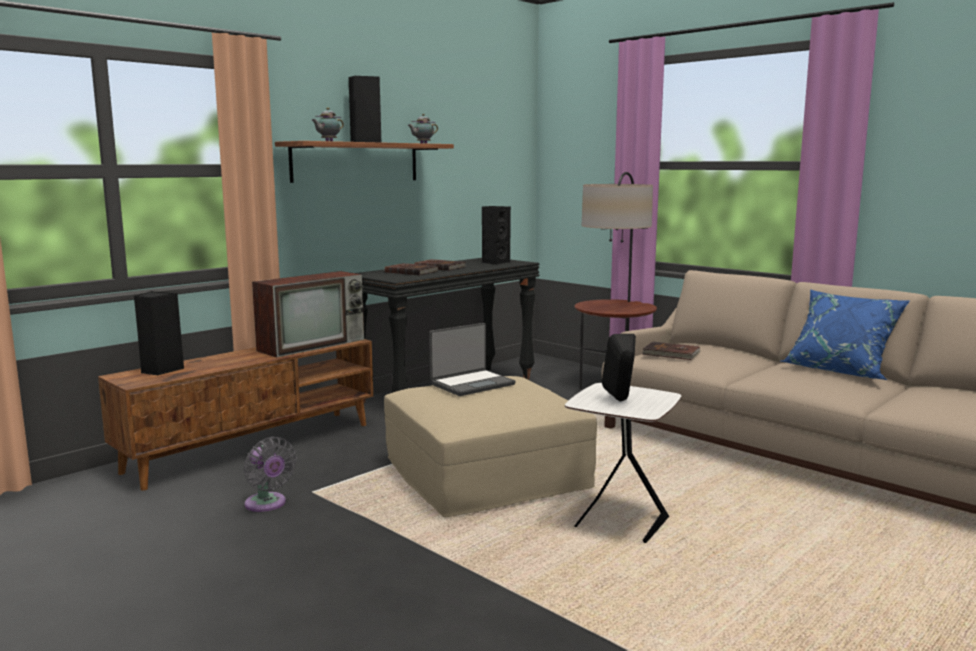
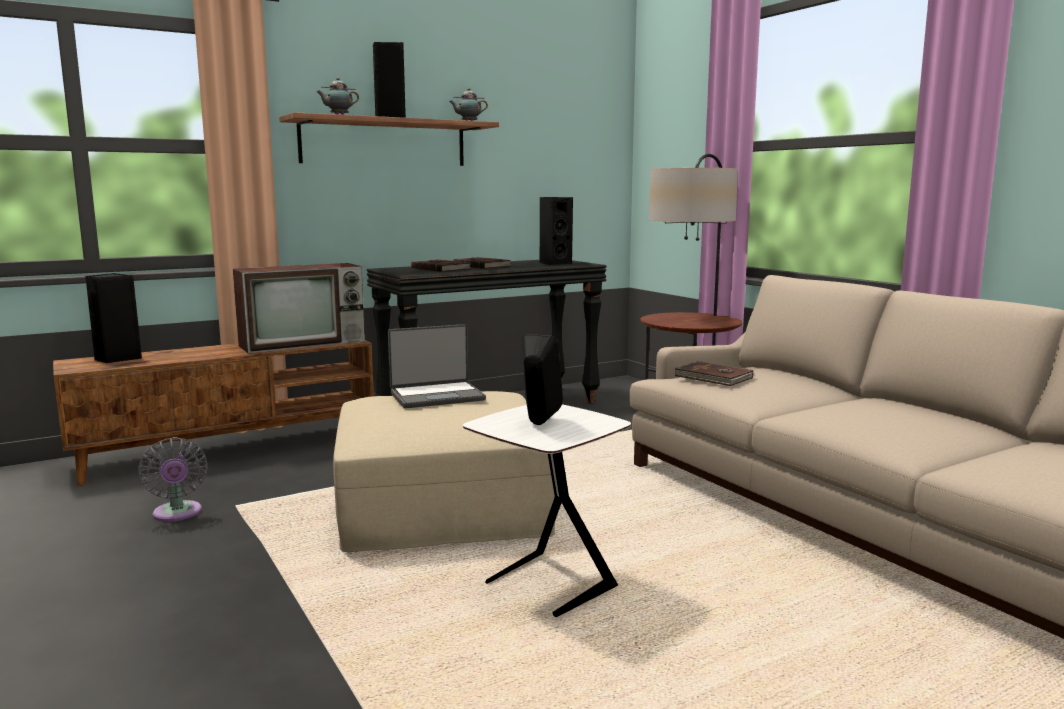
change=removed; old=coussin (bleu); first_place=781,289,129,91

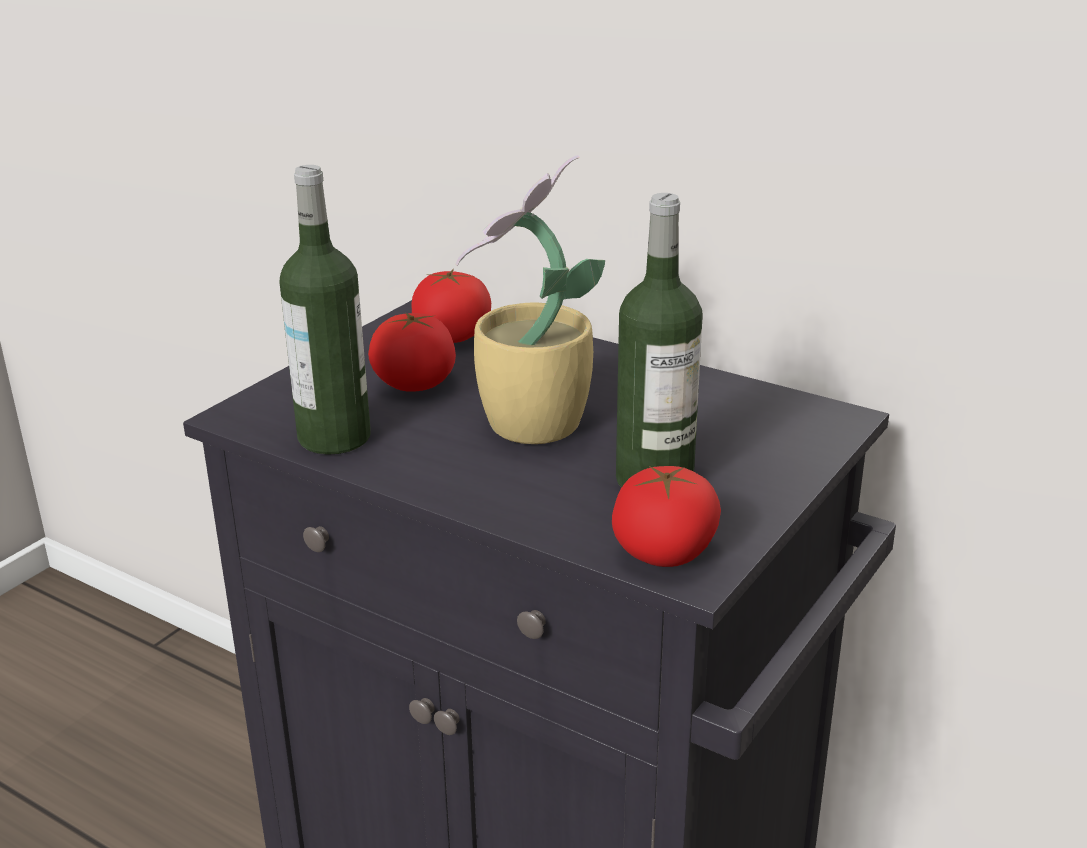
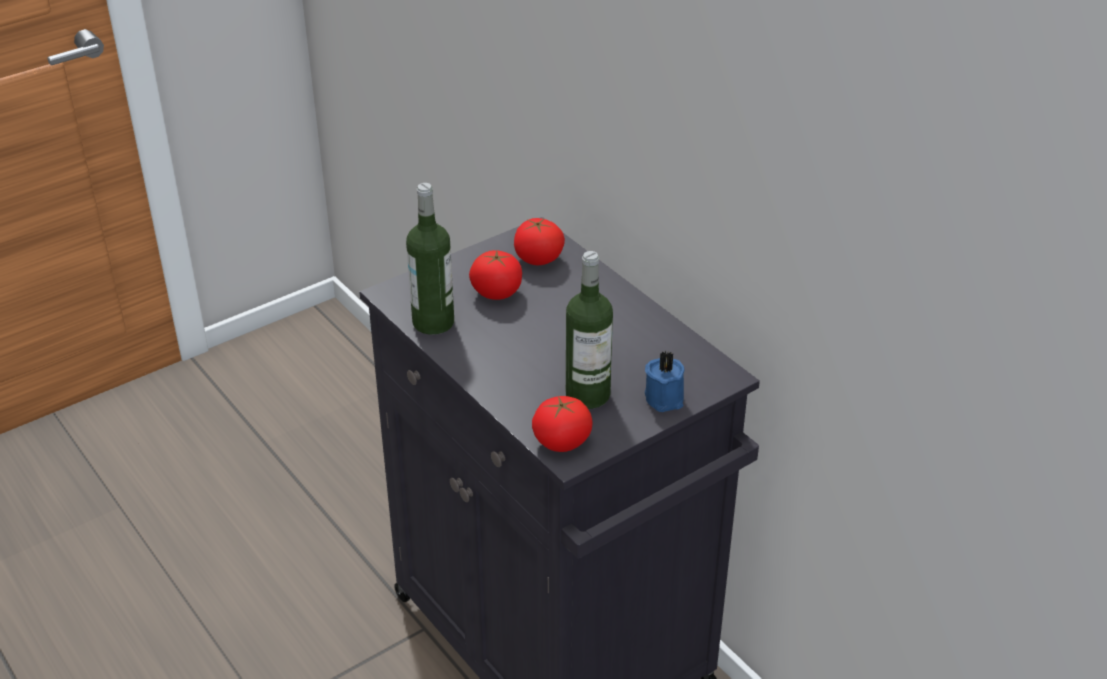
change=removed; old=plante en pot; first_place=455,155,150,289
change=added; new=bougie (bleu); second_place=645,350,39,62

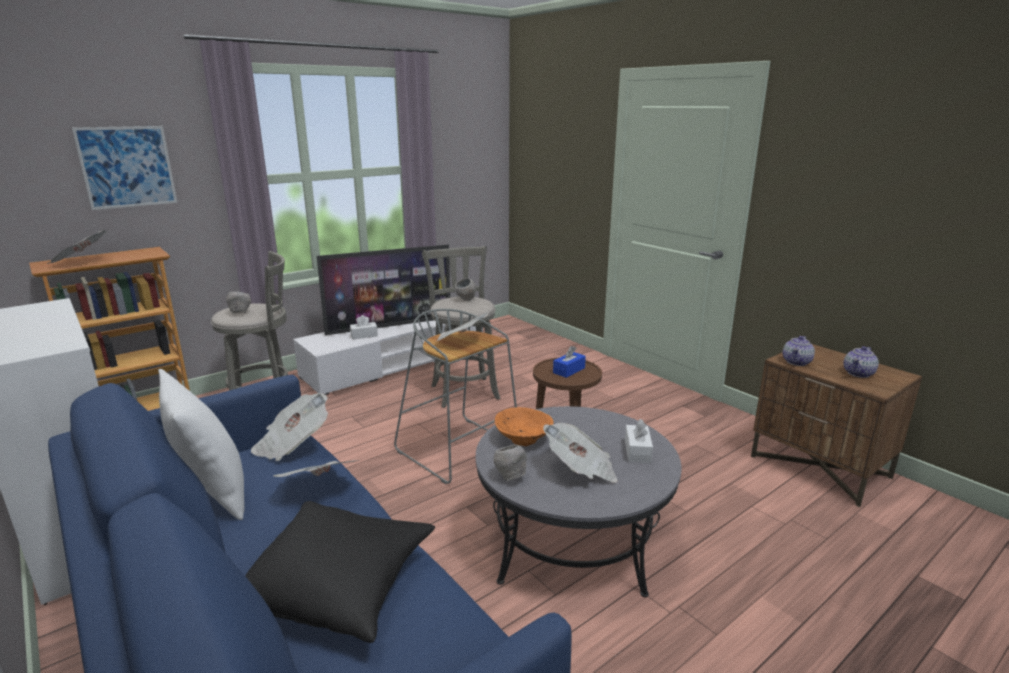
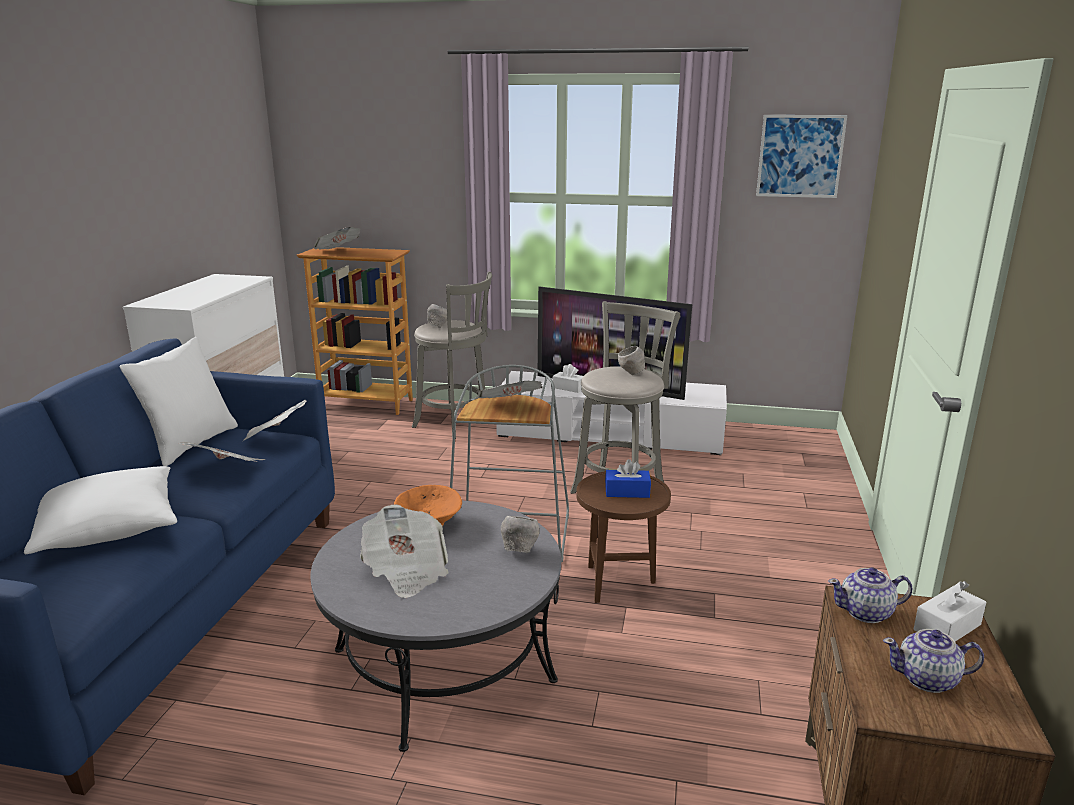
change=moved; old=tableau; first_place=72,126,105,84; second_place=756,115,91,83
change=moved; old=bol (gris); first_place=494,445,33,36; second_place=501,516,39,38
change=moved; old=boîte à mouchoirs (blanc); first_place=625,419,28,44; second_place=914,581,72,61
change=recoloured; old=coussin (noir); new=coussin (blanc); first_place=245,501,190,142; second_place=24,466,153,88

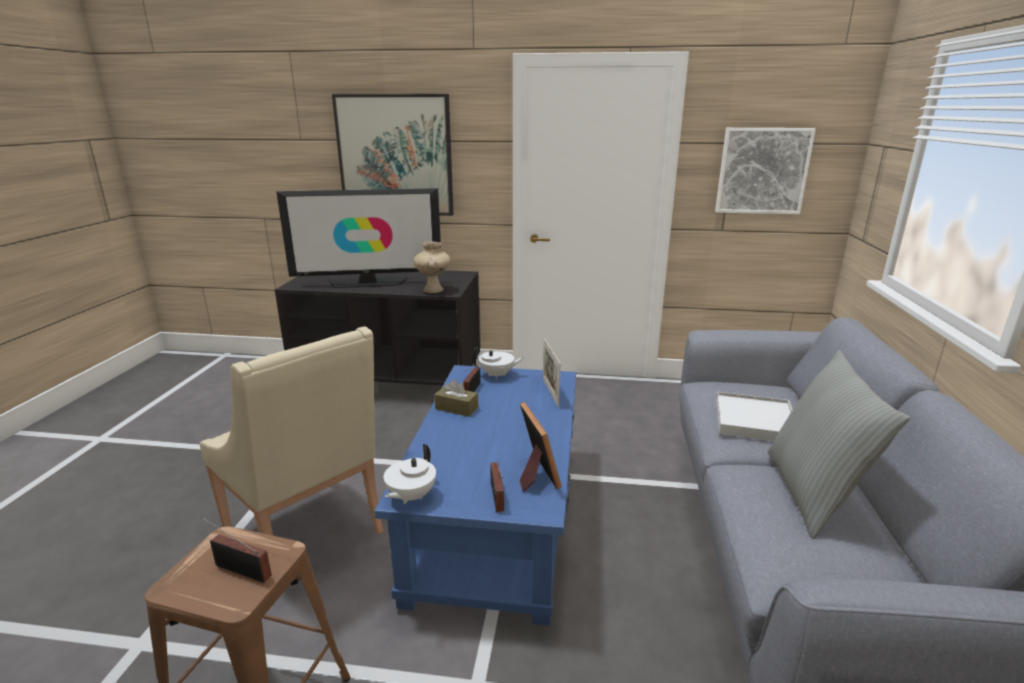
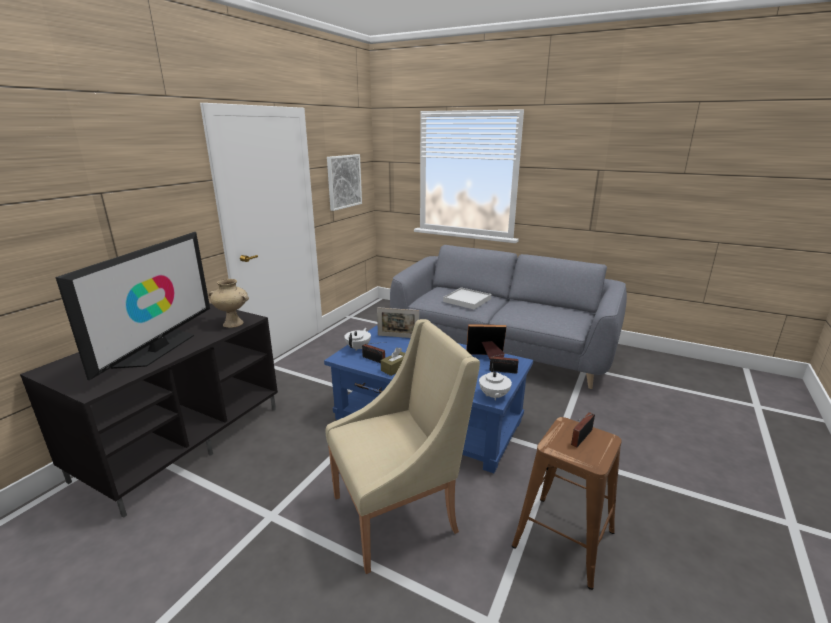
change=removed; old=tableau; first_place=332,94,121,122
change=removed; old=coussin (gris); first_place=768,350,142,189
change=turned; old=théière (blanc); first_place=384,444,52,60; second_place=479,363,33,38; degrees=45

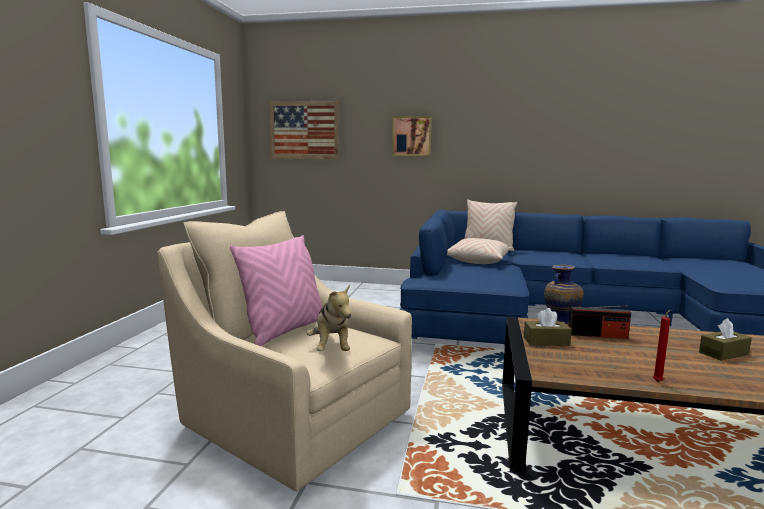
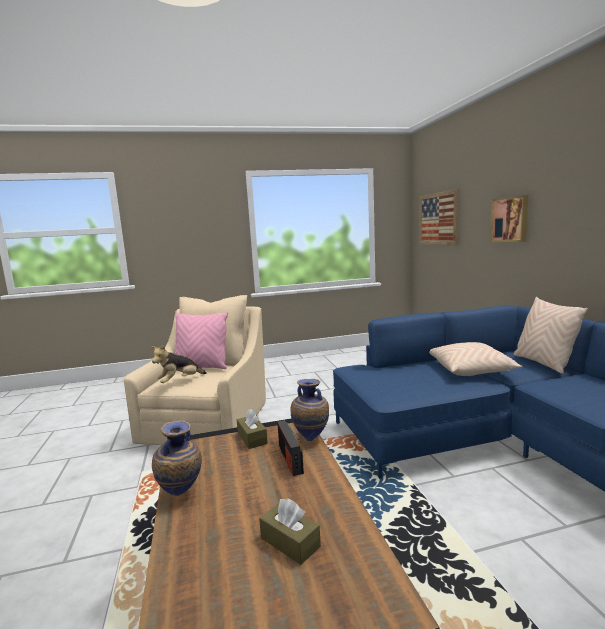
change=replaced; old=bougie (rouge); new=vase; first_place=653,309,18,73; second_place=152,421,50,75

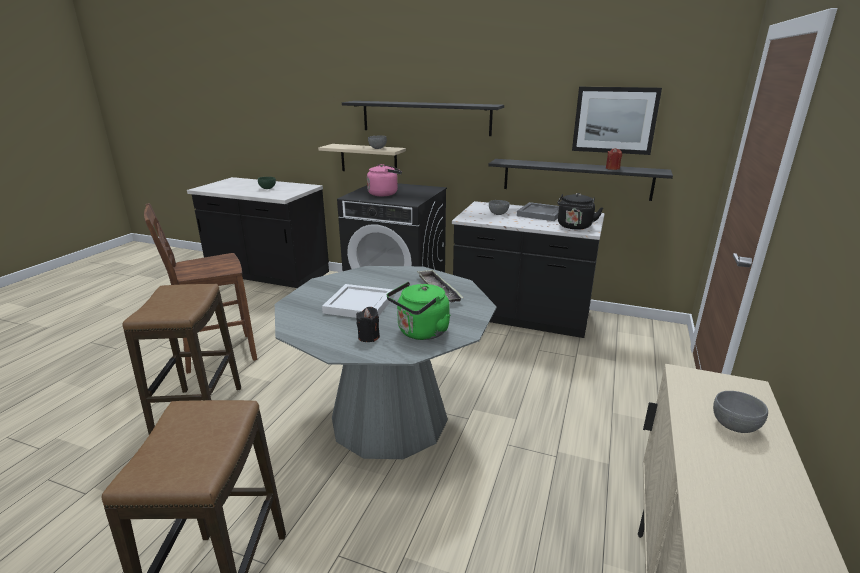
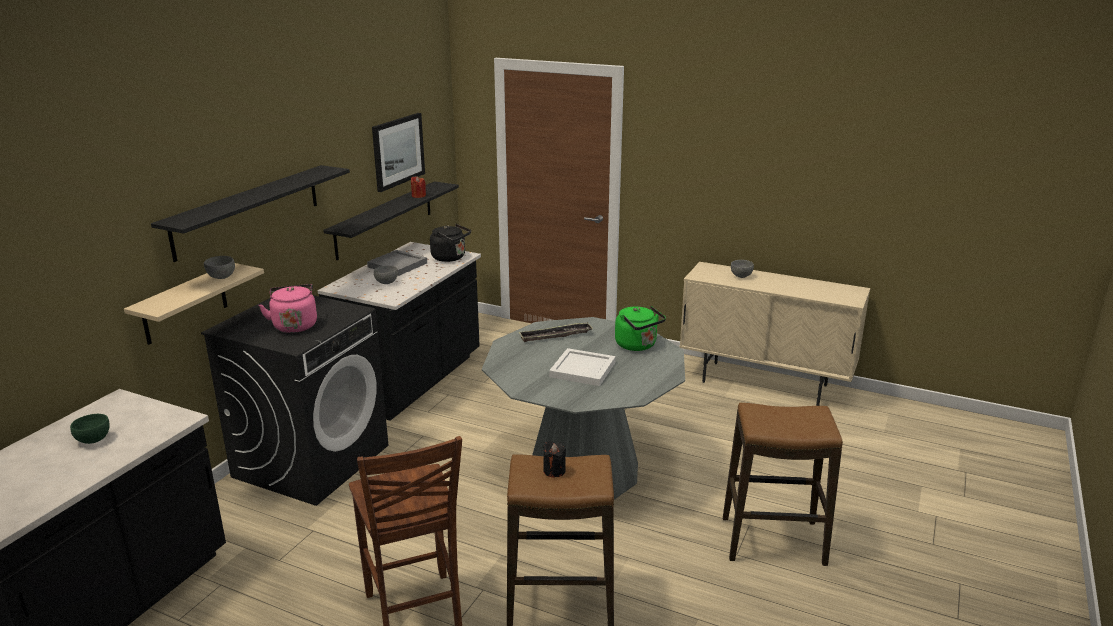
change=moved; old=bougie (noir); first_place=356,307,24,35; second_place=543,441,23,36

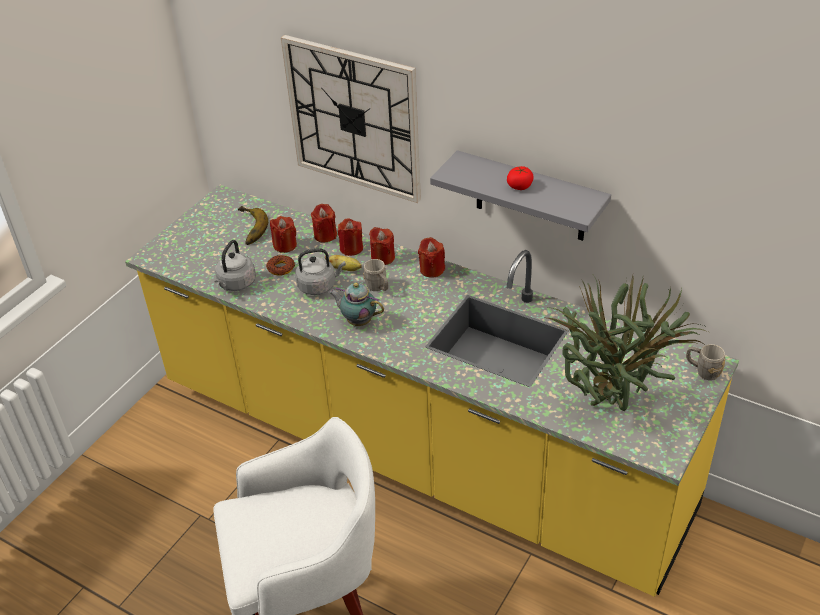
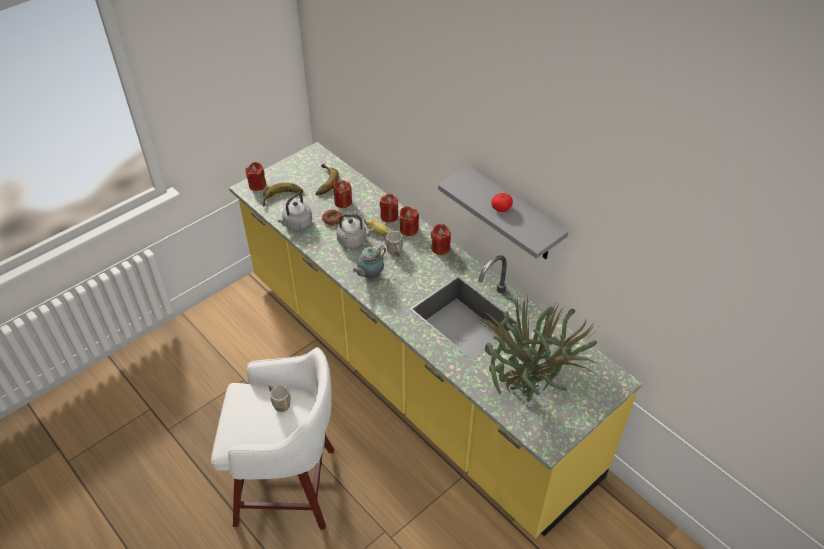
change=removed; old=horloge murale; first_place=281,35,140,168
change=added; new=banane; second_place=262,183,41,24
change=moved; old=bougie (rouge); first_place=311,204,26,38; second_place=245,162,21,29
change=moved; old=mug (gris); first_place=686,344,40,36; second_place=268,384,23,28
change=turned; old=théière; first_place=329,283,55,43; second_place=353,246,33,33; degrees=-90

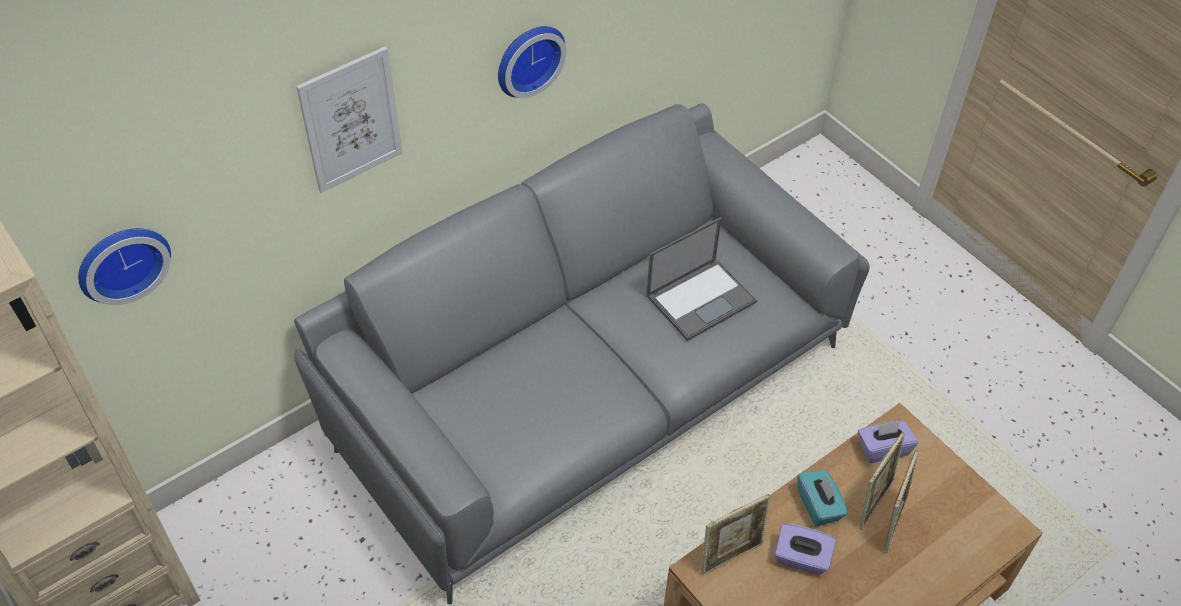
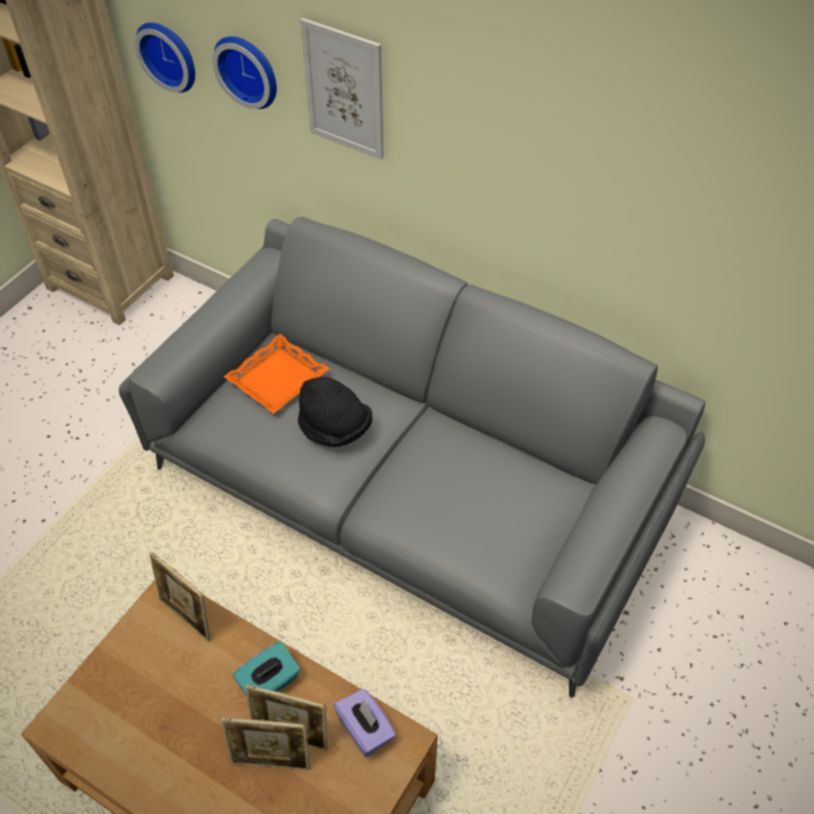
change=removed; old=ordinateur portable; first_place=646,217,111,124
change=removed; old=boîte à mouchoirs (violet); first_place=775,524,61,51
change=added; new=plateau (orange); second_place=224,334,106,80
change=added; new=chapeau (noir); second_place=298,377,74,70
change=moved; old=horloge murale; first_place=498,26,69,72; second_place=212,36,65,73

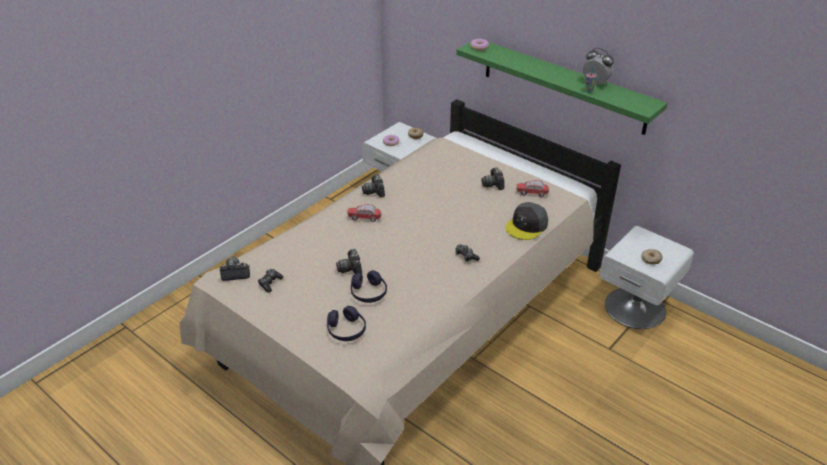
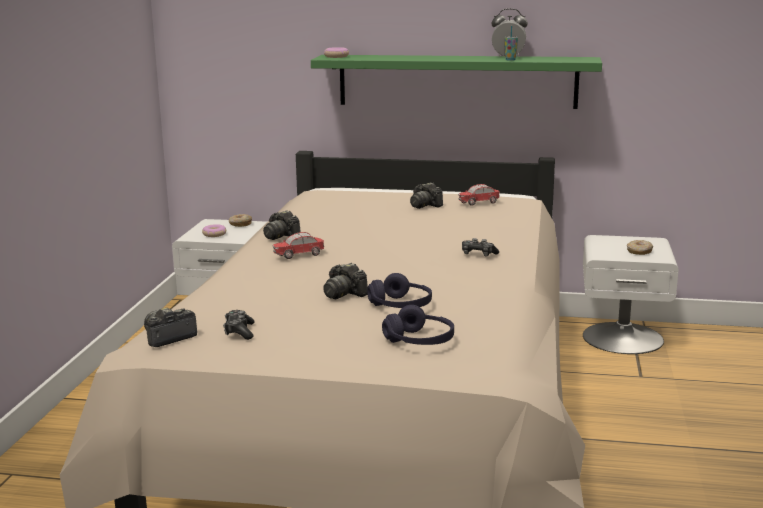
change=removed; old=casquette (gris); first_place=506,202,42,38

